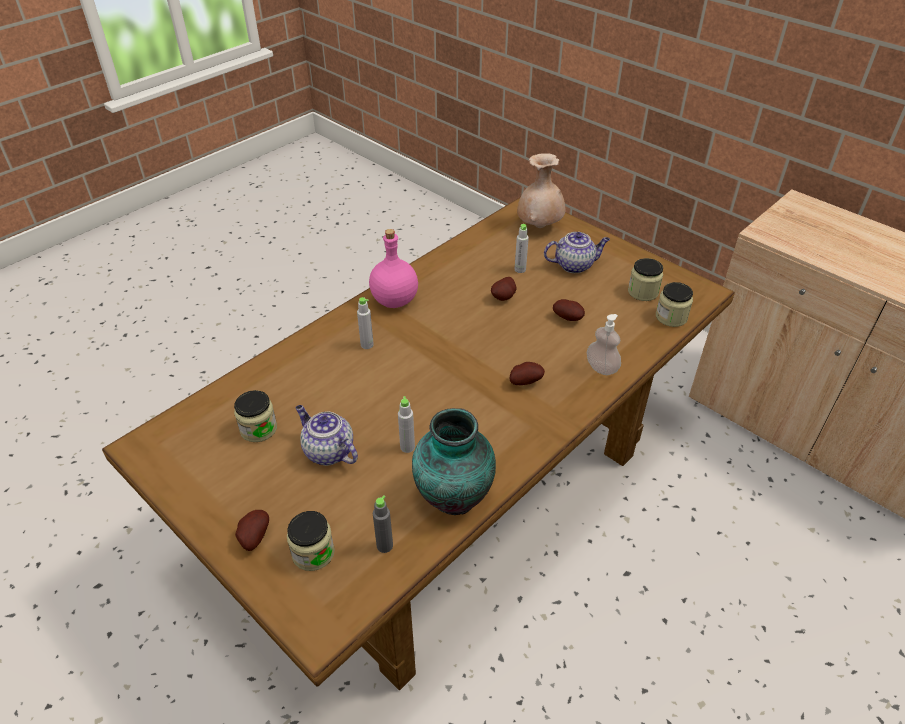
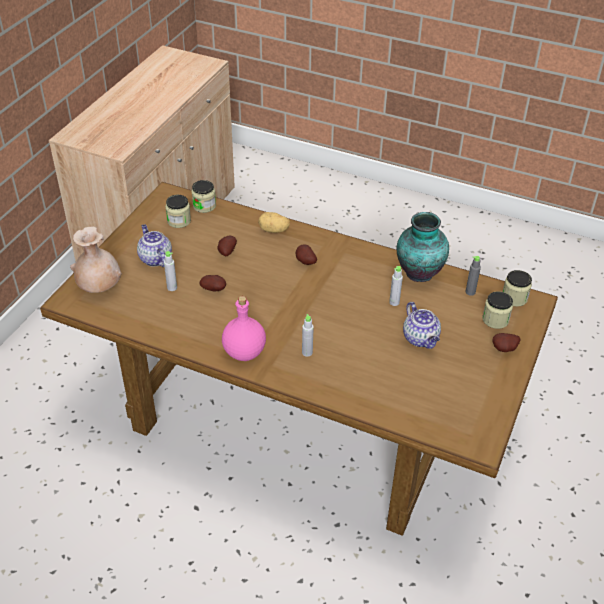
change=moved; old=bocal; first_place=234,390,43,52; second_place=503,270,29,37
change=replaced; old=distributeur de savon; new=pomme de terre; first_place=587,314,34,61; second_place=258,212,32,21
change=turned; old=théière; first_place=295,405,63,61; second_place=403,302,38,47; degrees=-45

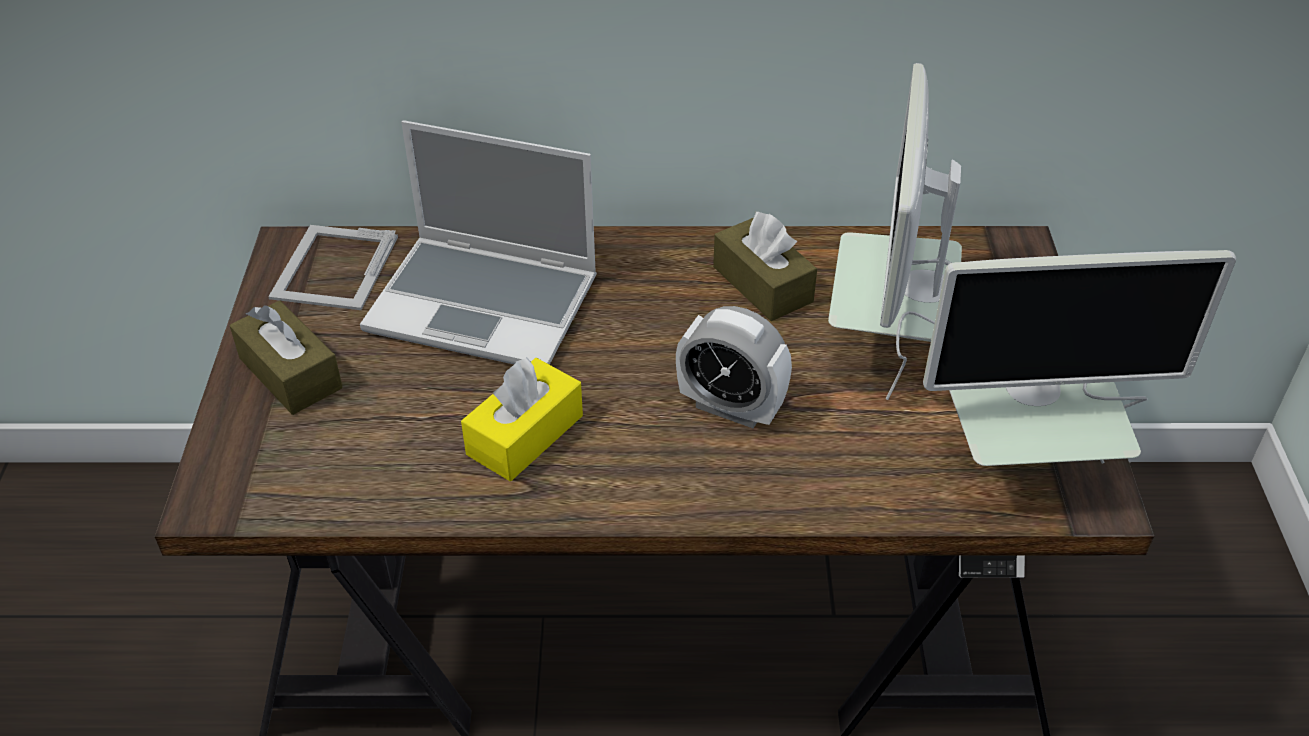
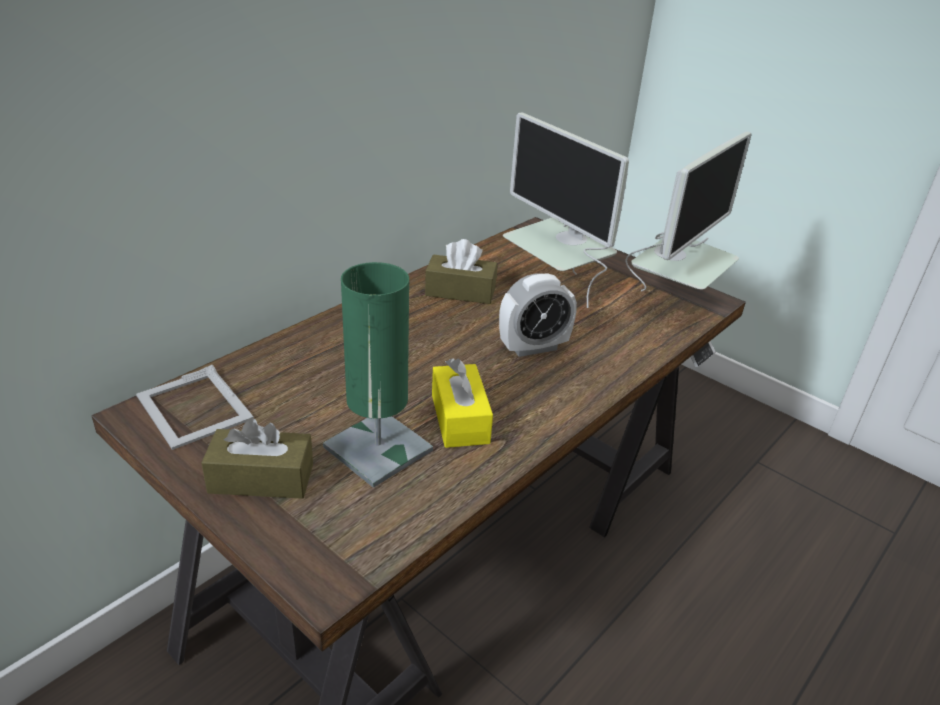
change=removed; old=ordinateur portable; first_place=360,120,237,245
change=added; new=lampe de table (vert); second_place=323,262,110,226

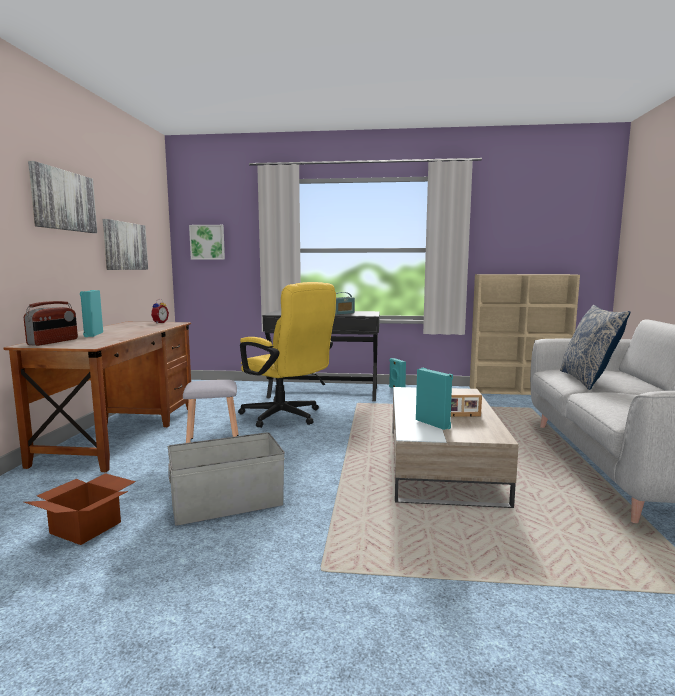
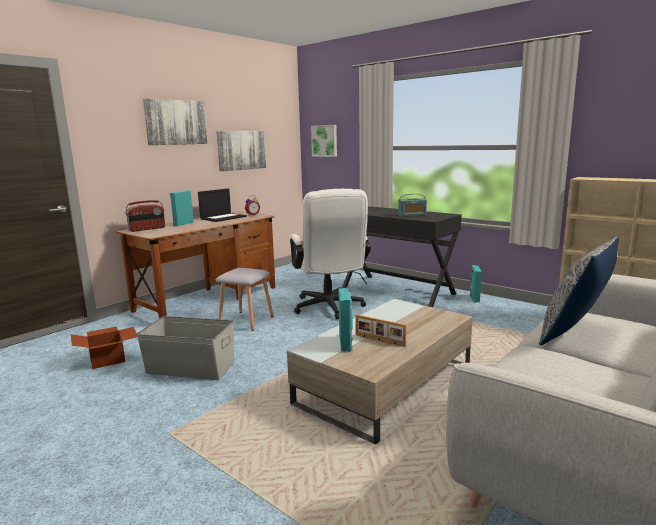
change=added; new=ordinateur portable; second_place=198,188,49,34
change=recoloured; old=chaise de bureau (jaune); new=chaise de bureau (blanc); first_place=238,282,98,146; second_place=290,189,81,130

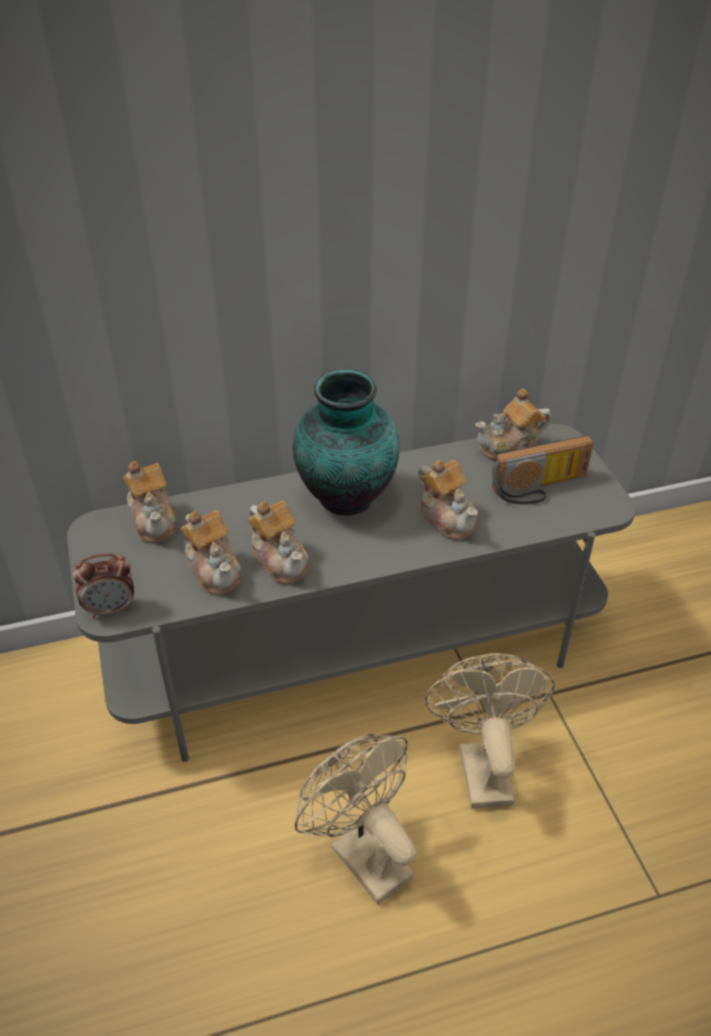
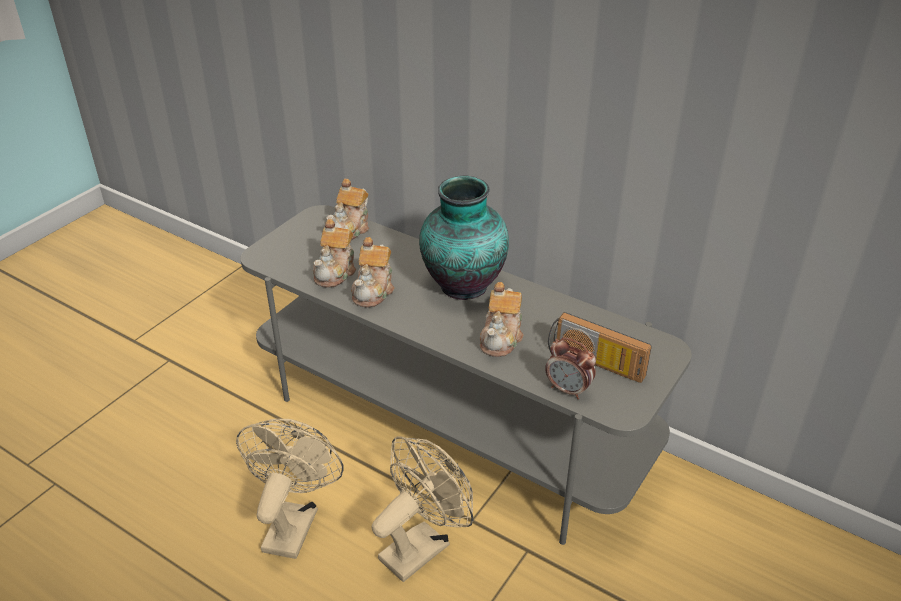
change=removed; old=théière; first_place=475,388,77,72
change=moved; old=réveil; first_place=72,553,62,65; second_place=545,337,51,62

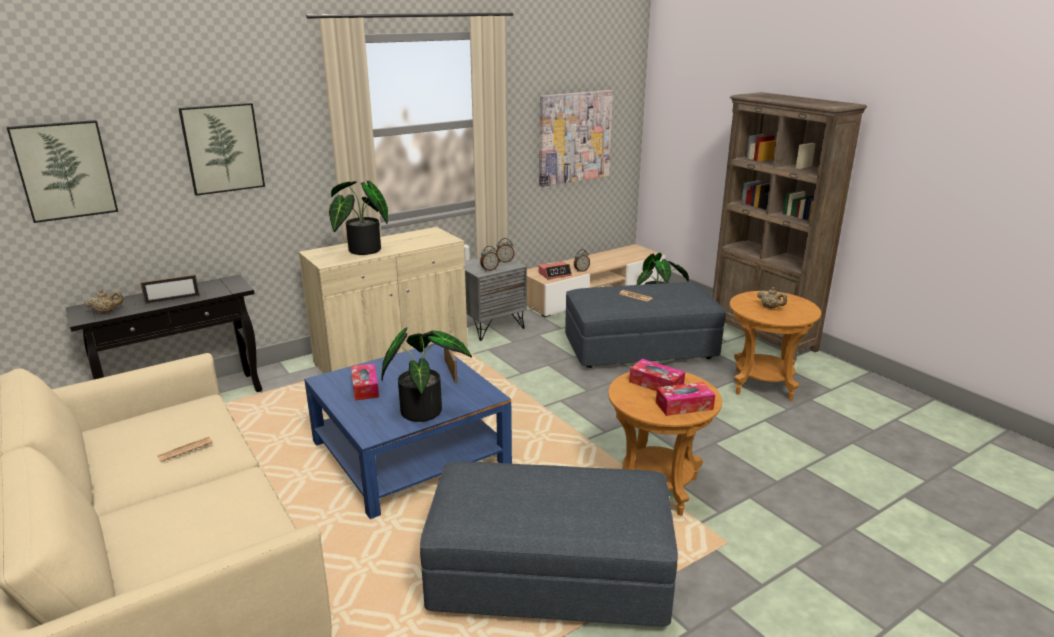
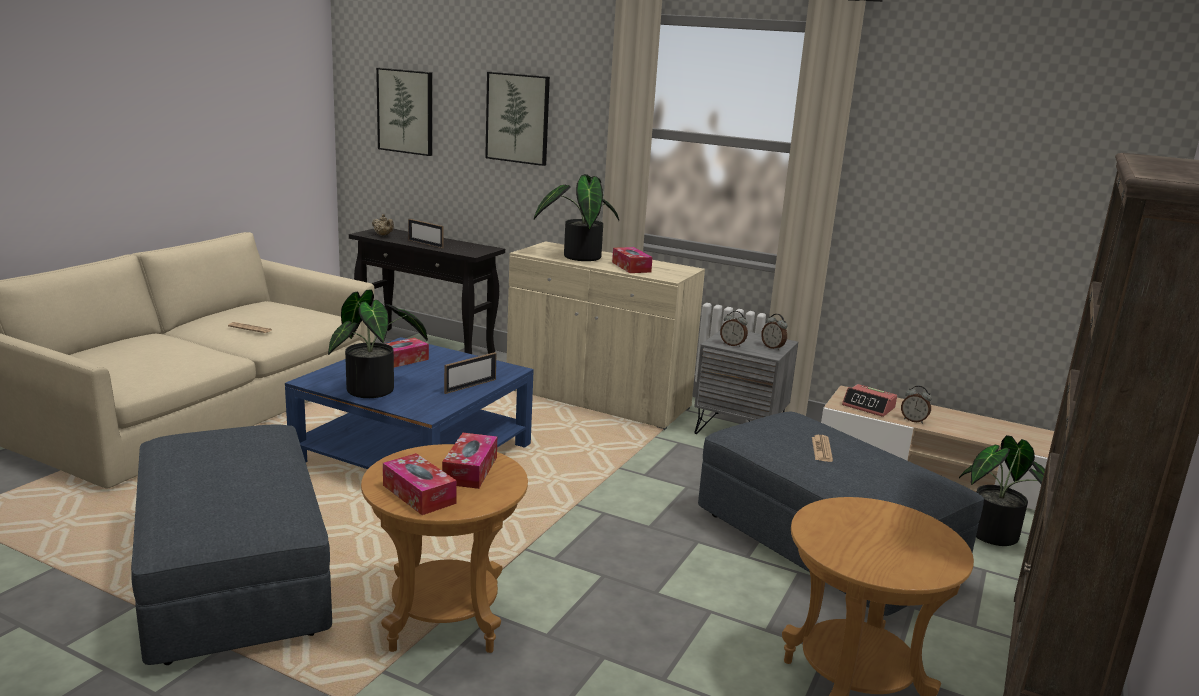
change=removed; old=tableau; first_place=539,90,74,97
change=removed; old=théière (beige); first_place=757,287,30,22
change=added; new=boîte à mouchoirs; second_place=612,247,41,26

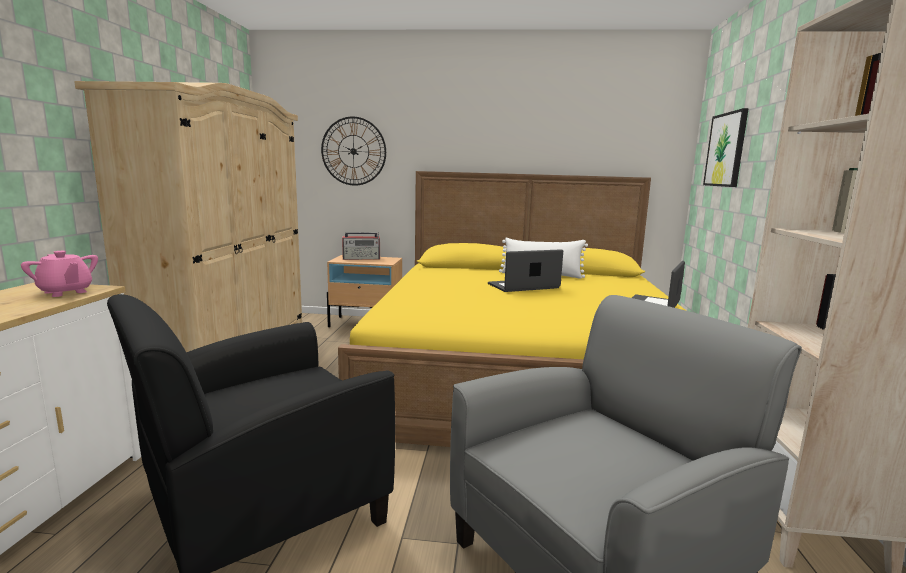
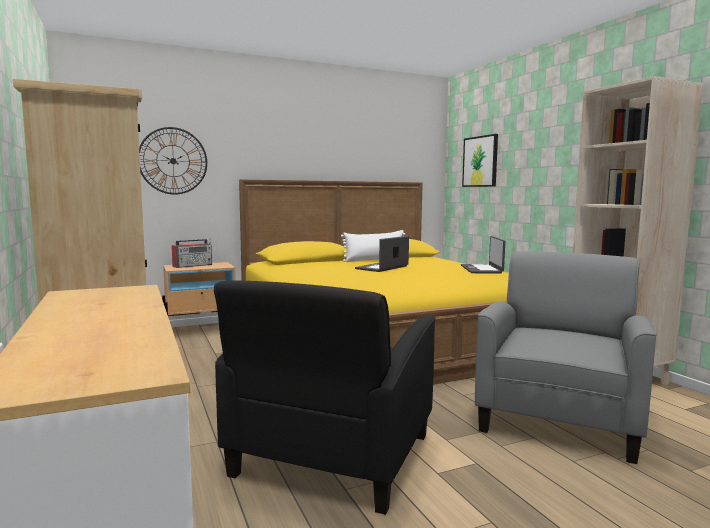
change=removed; old=théière (rose); first_place=21,251,77,46

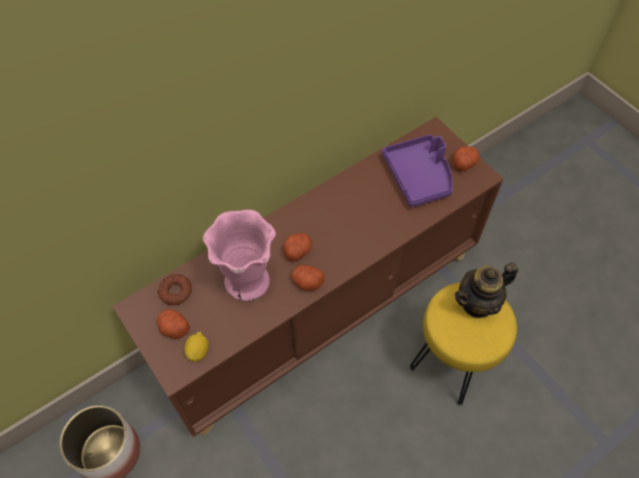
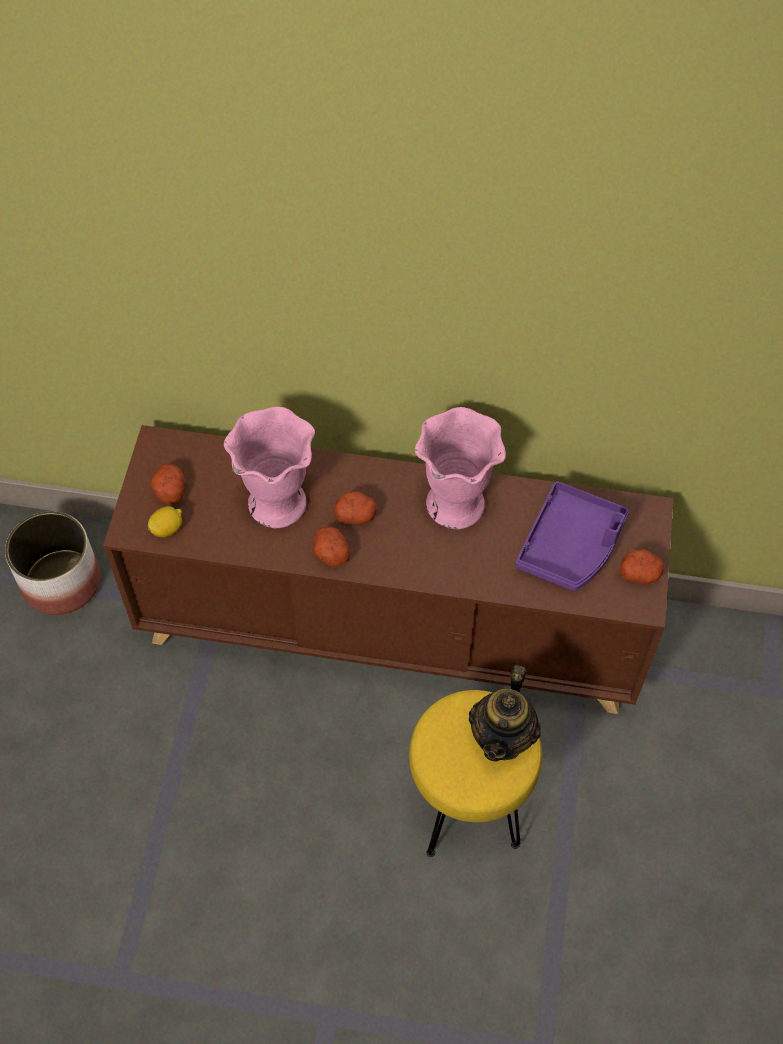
change=removed; old=beignet; first_place=158,274,34,31
change=added; new=vase (rose); second_place=415,407,91,122
change=turned; old=théière; first_place=455,263,63,55; second_place=469,665,72,97; degrees=-90

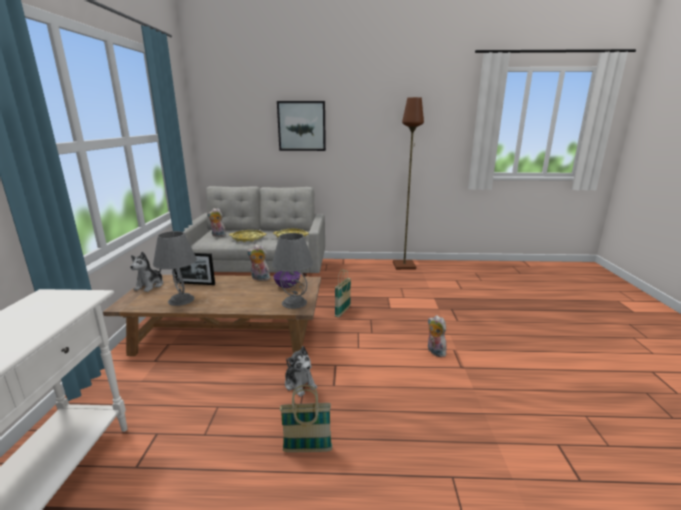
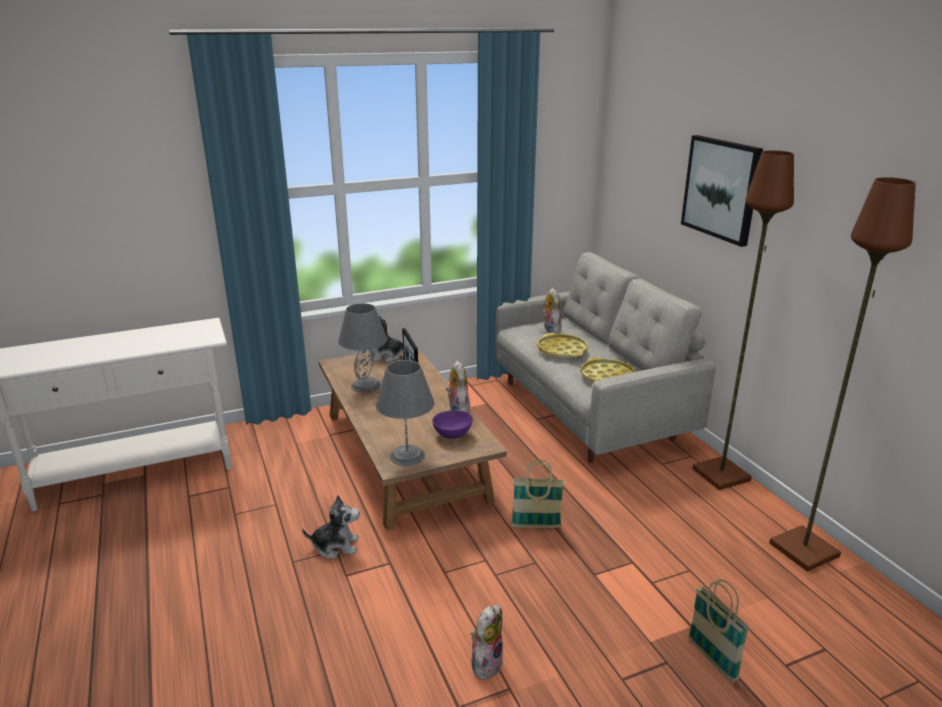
change=added; new=lampadaire (marron); second_place=692,150,102,340
change=moved; old=panier; first_place=280,385,52,67; second_place=688,579,61,103
change=turned; old=peluche; first_place=285,346,32,51; second_place=302,495,58,64; degrees=-120

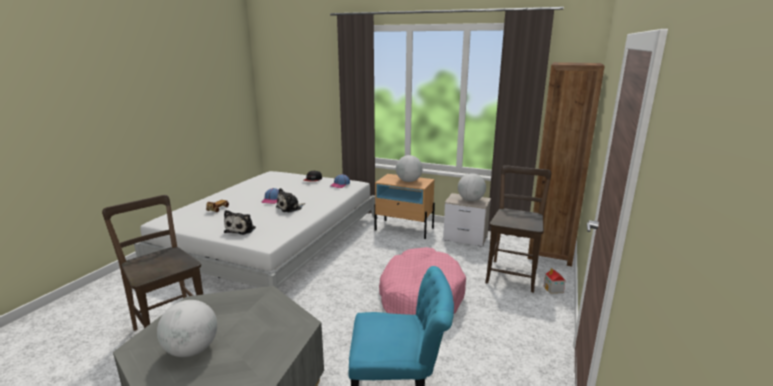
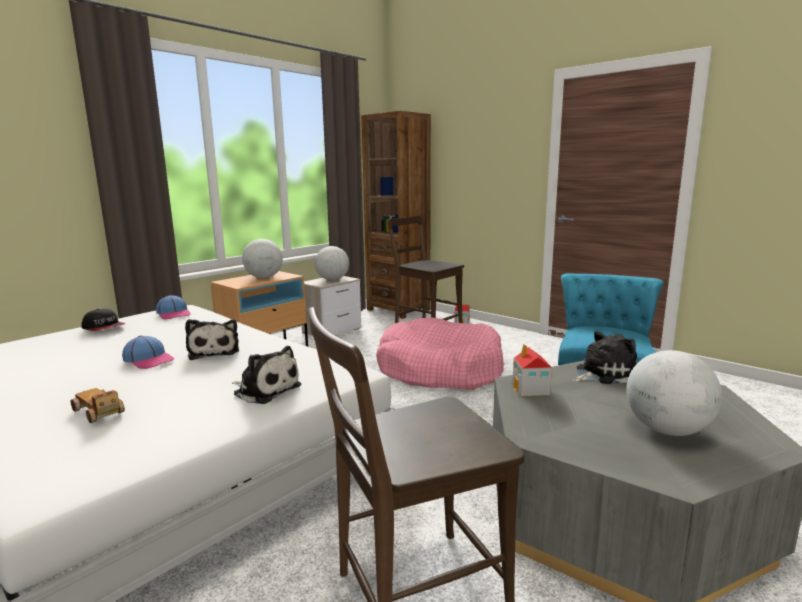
change=added; new=maison miniature; second_place=513,344,39,52
change=added; new=peluche; second_place=573,331,64,53

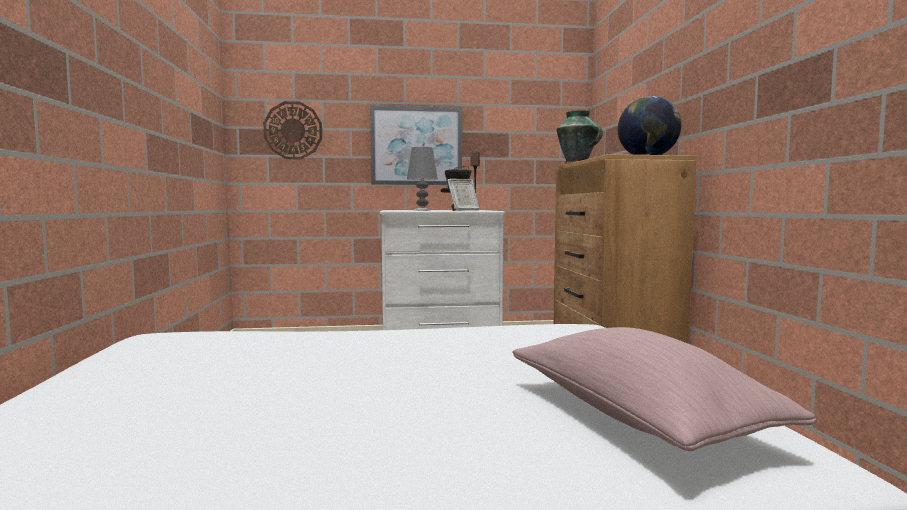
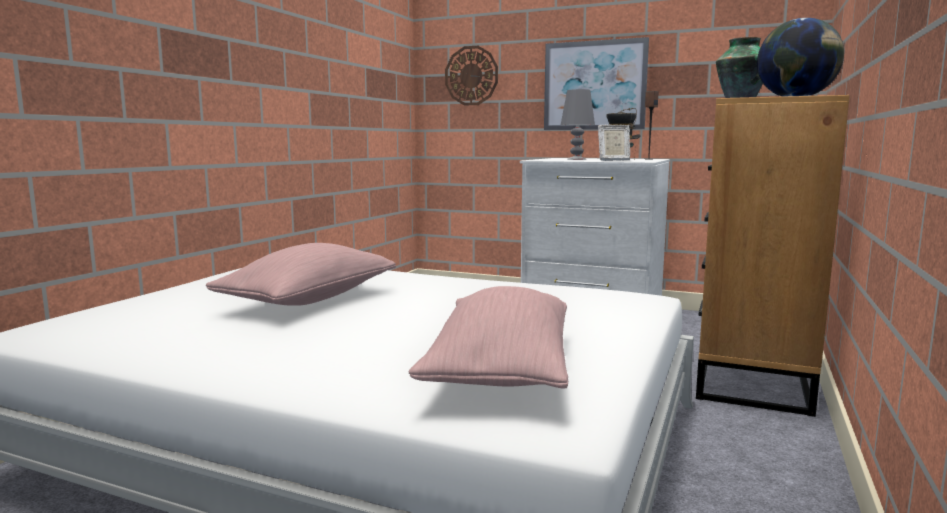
change=added; new=coussin (rose); second_place=206,243,190,63

